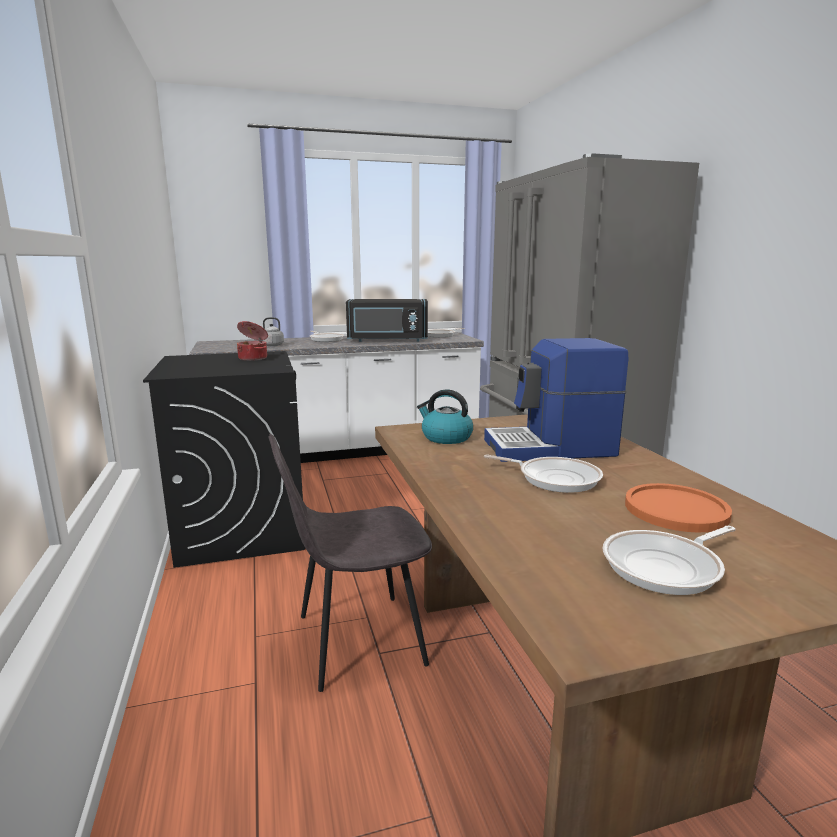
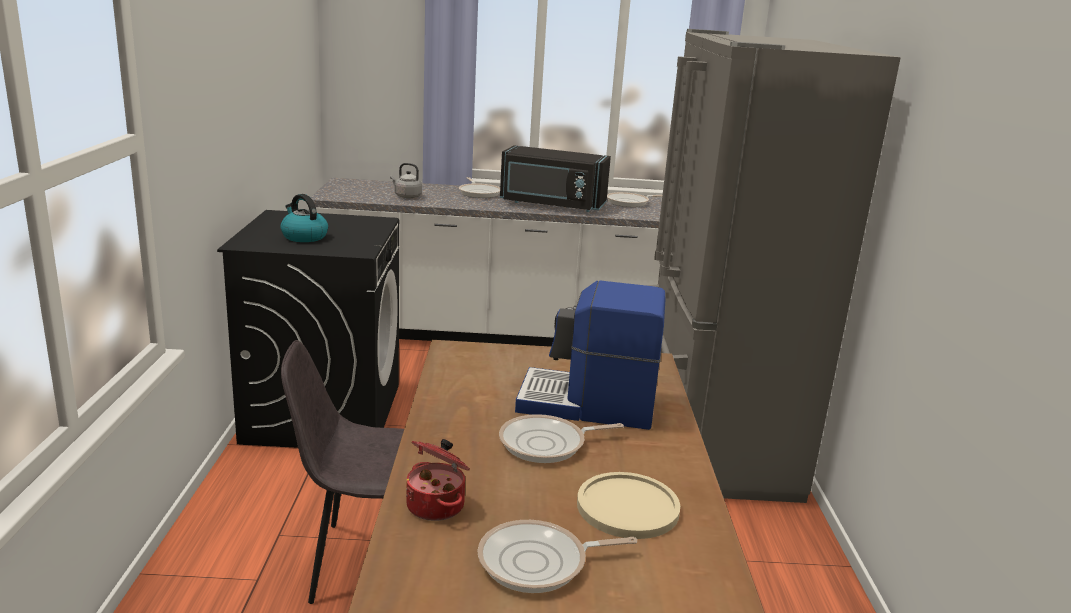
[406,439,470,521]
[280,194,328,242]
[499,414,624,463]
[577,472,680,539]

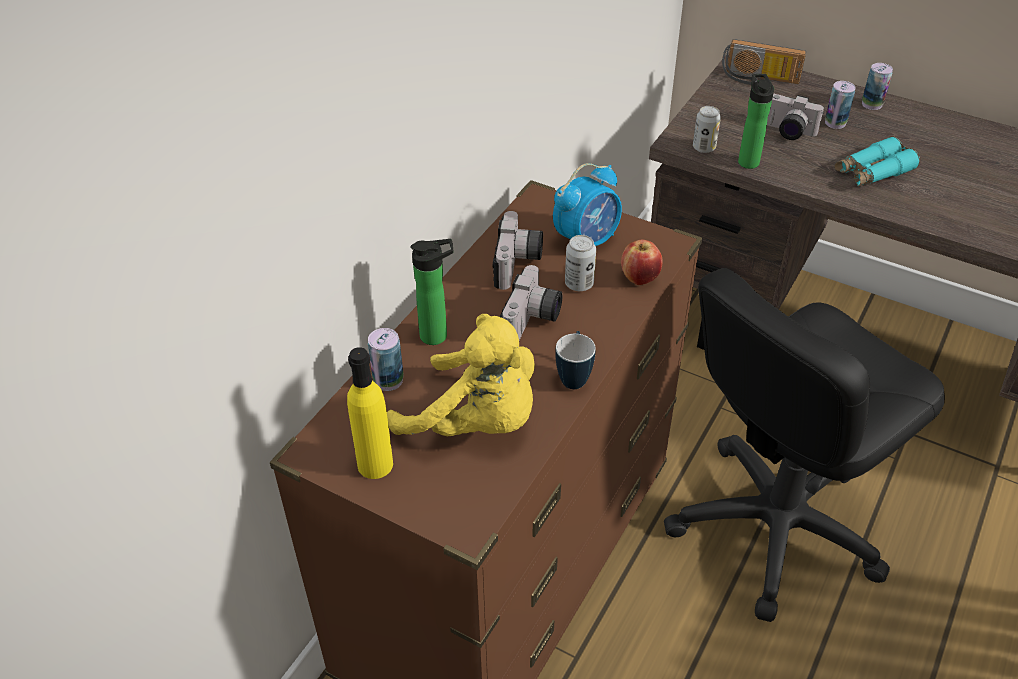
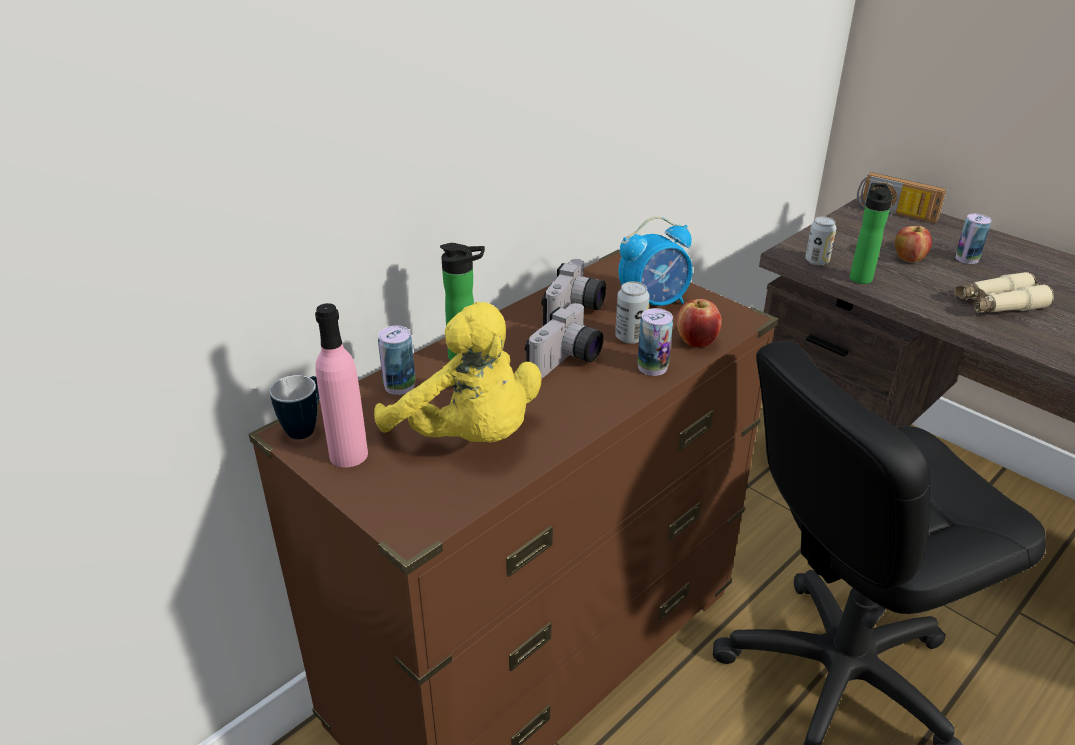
[637,308,673,376]
[895,226,932,263]
[954,272,1054,313]
[270,375,320,439]
[315,303,368,468]

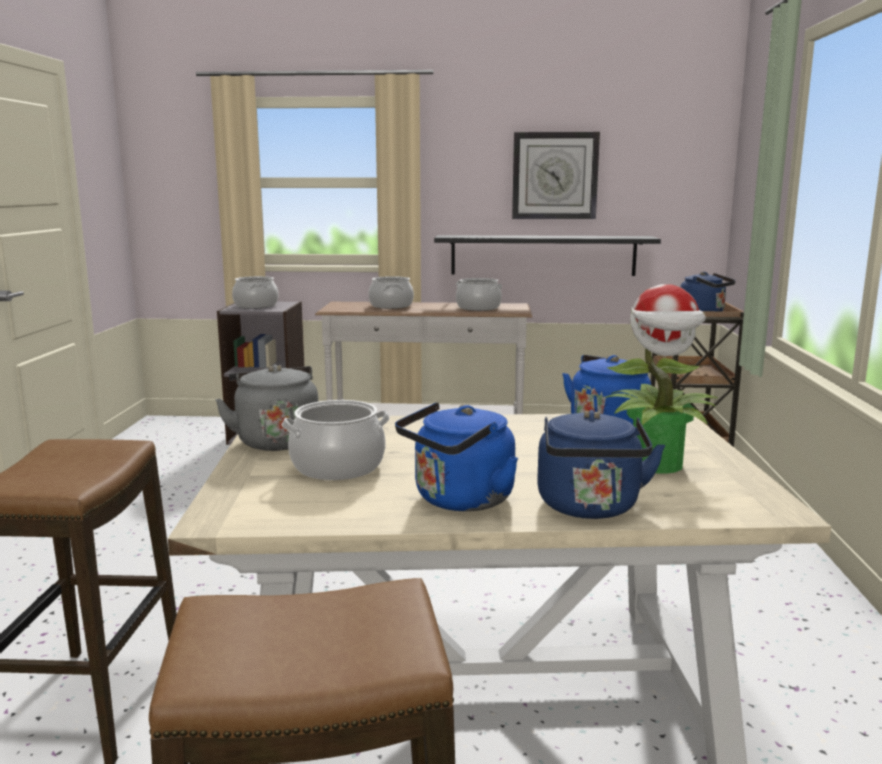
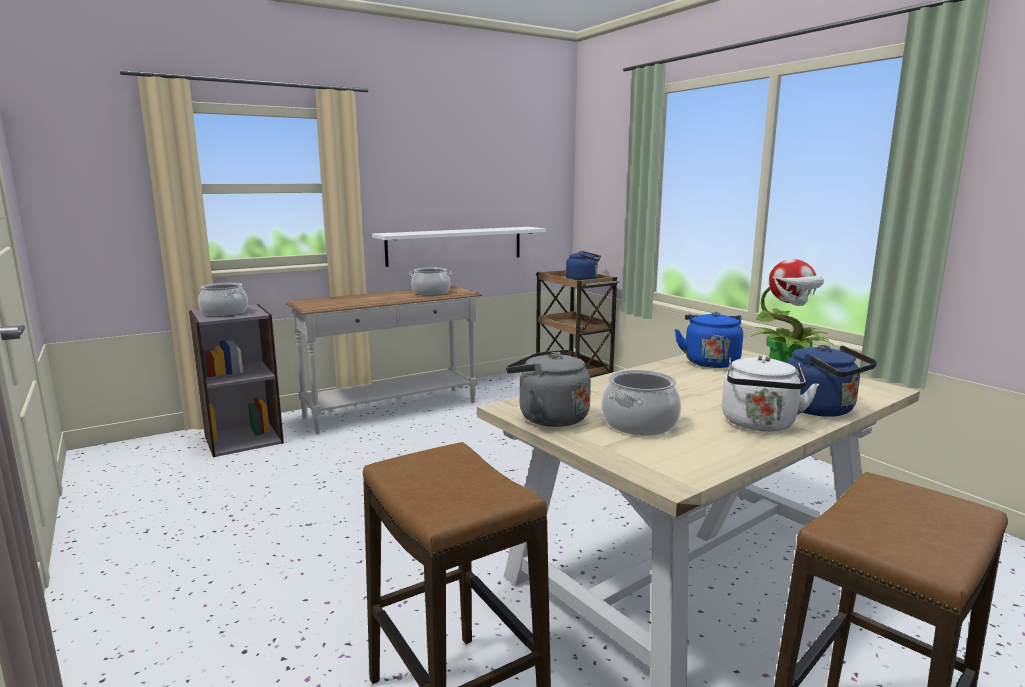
[512,132,600,219] (first image)
[372,227,546,267]
[369,276,414,309] (first image)
[722,355,819,431]

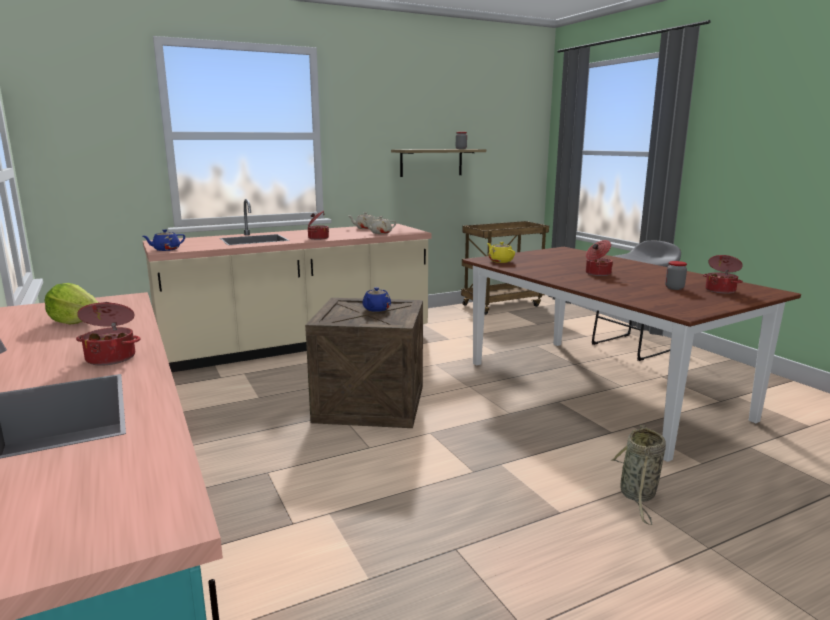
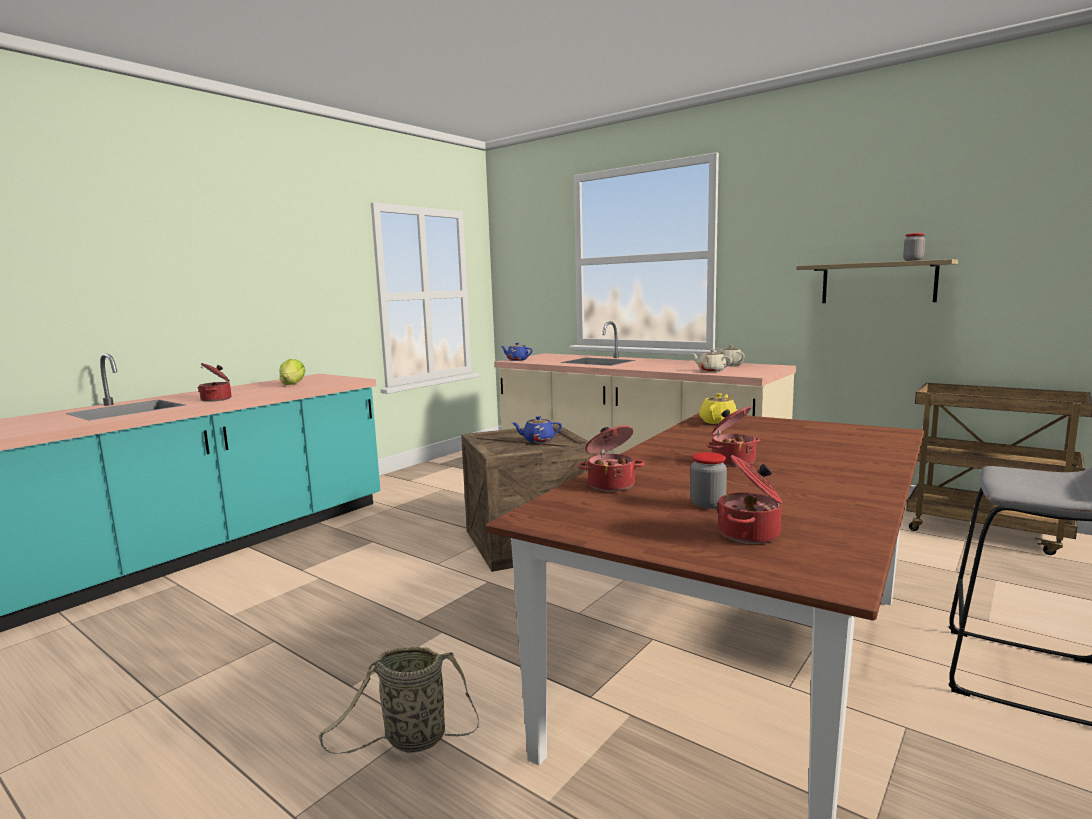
[578,425,645,491]

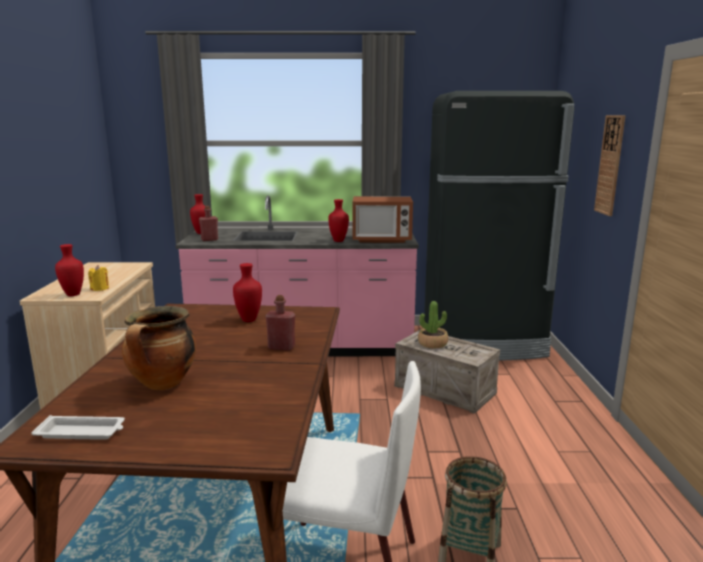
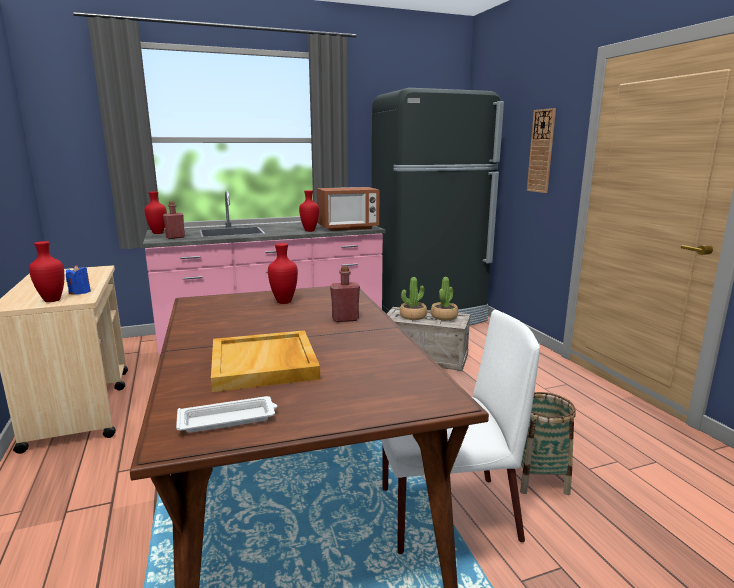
[66,265,91,295]
[211,330,320,392]
[431,277,458,320]

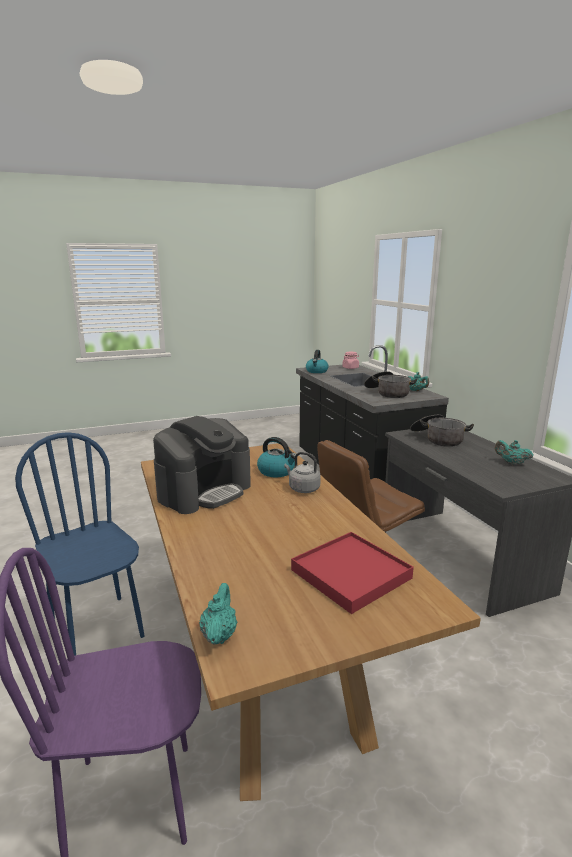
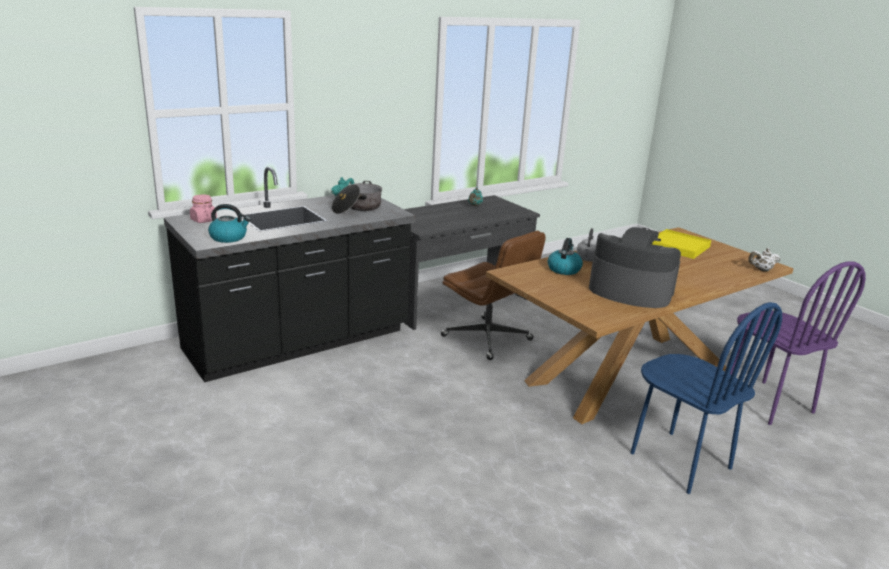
[410,415,474,447] (first image)
[630,302,782,494]
[652,229,711,259]
[748,248,781,271]

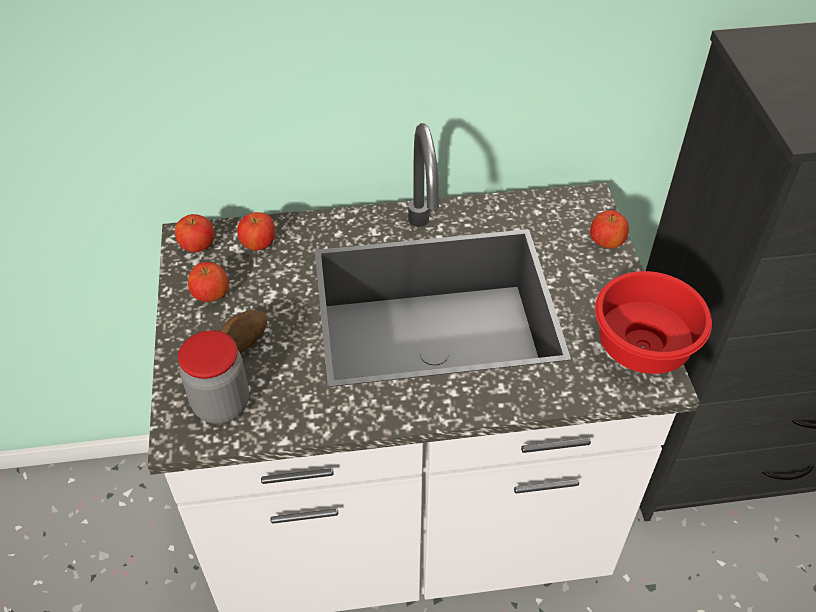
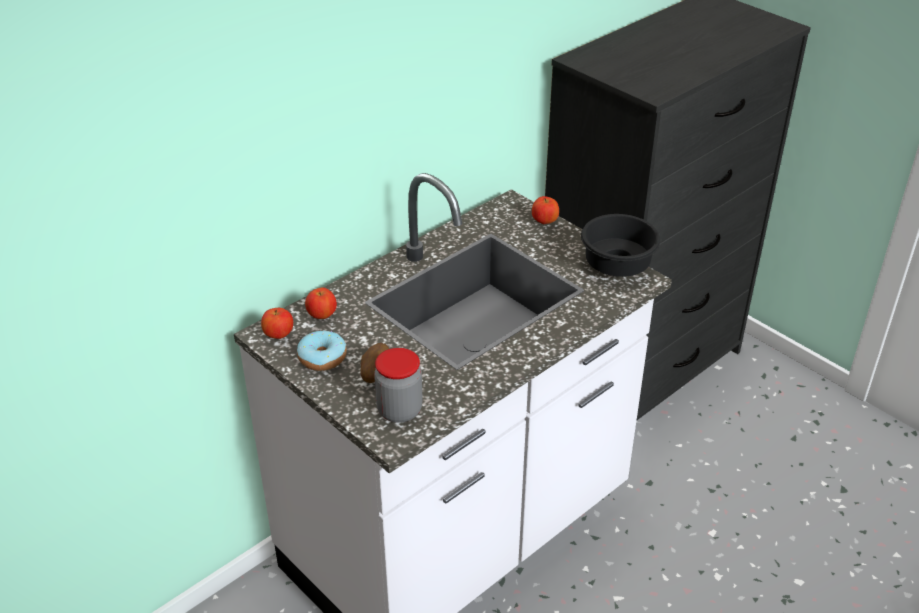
[297,331,347,371]
[581,214,660,277]

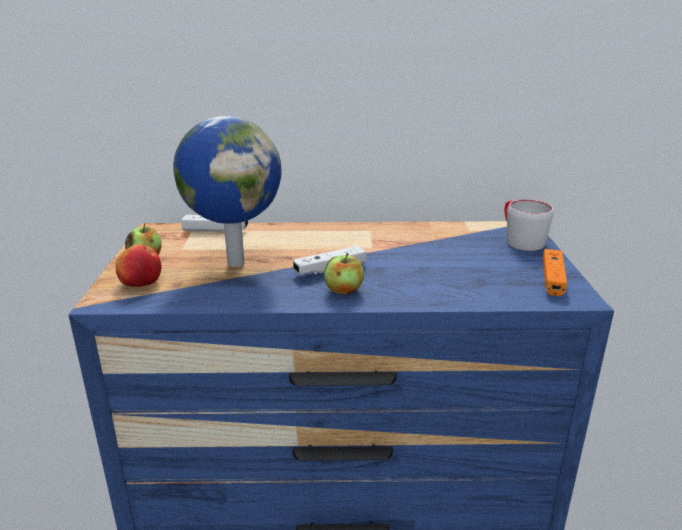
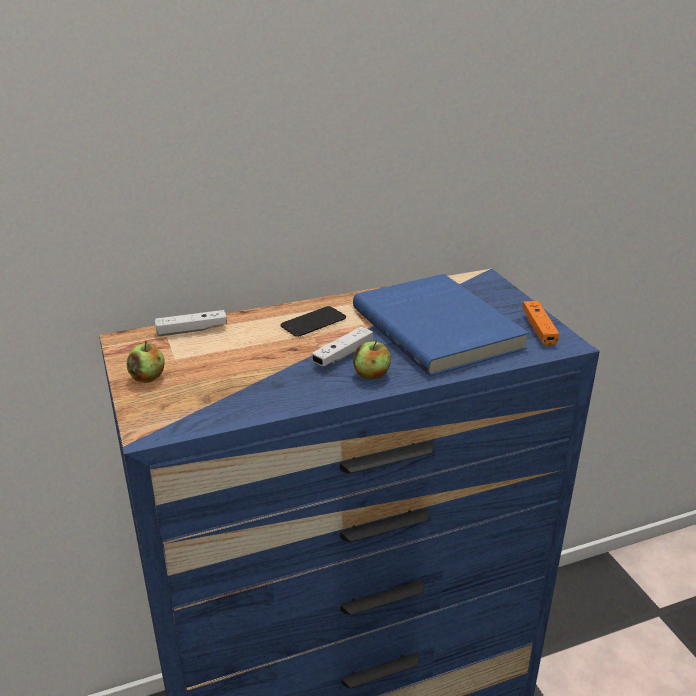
[173,116,282,267] (first image)
[504,200,554,251] (first image)
[115,244,161,287] (first image)
[353,274,529,376]
[281,306,346,337]

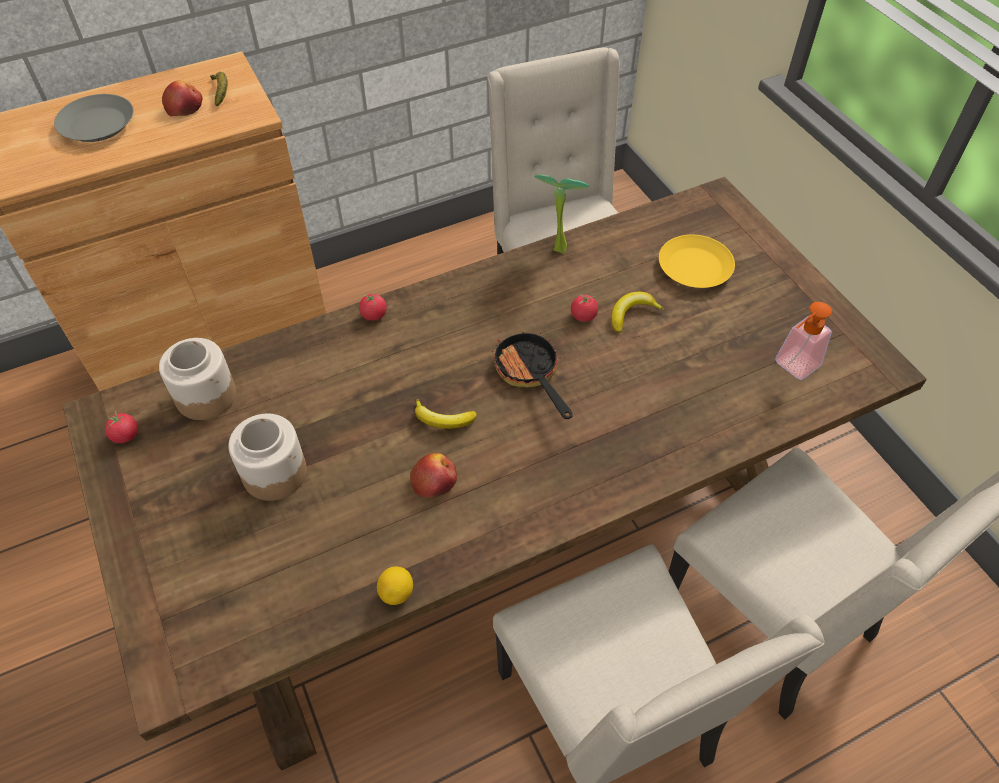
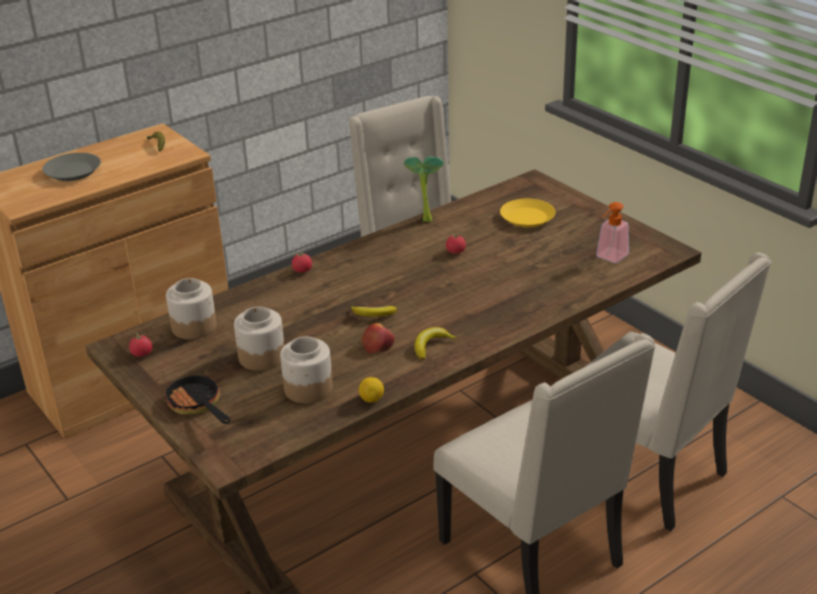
[162,80,203,116] (first image)
[415,327,457,360]
[162,373,231,424]
[280,337,333,403]

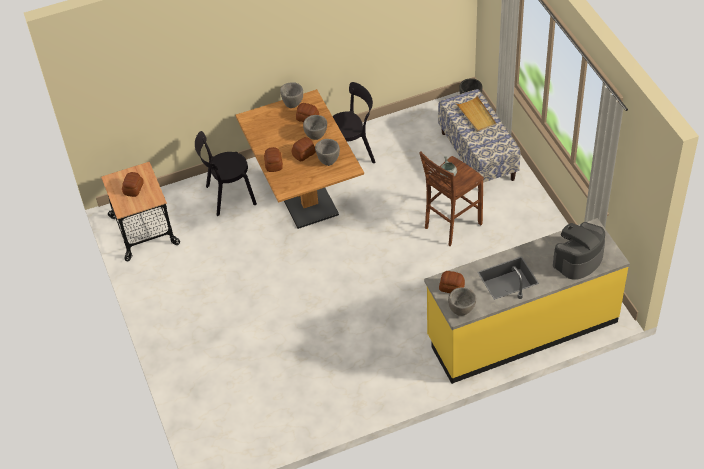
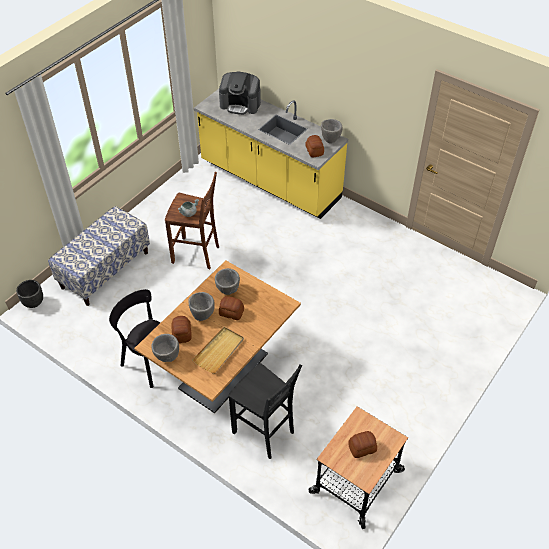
[192,327,244,374]
[228,363,302,459]
[264,147,283,172] (first image)

